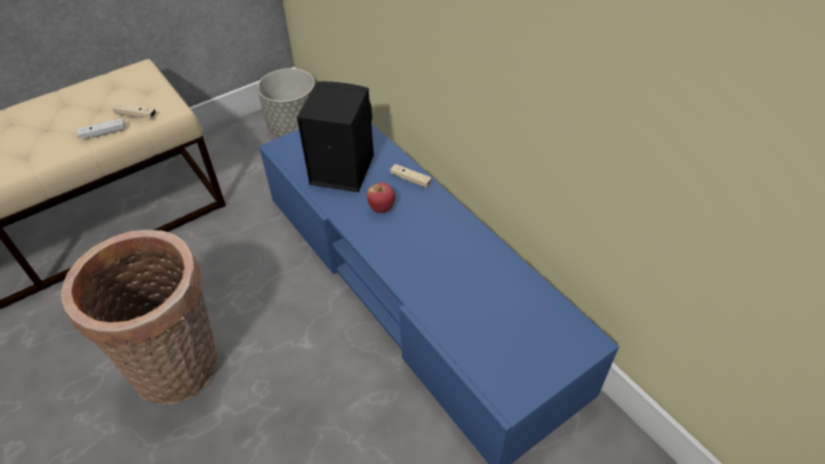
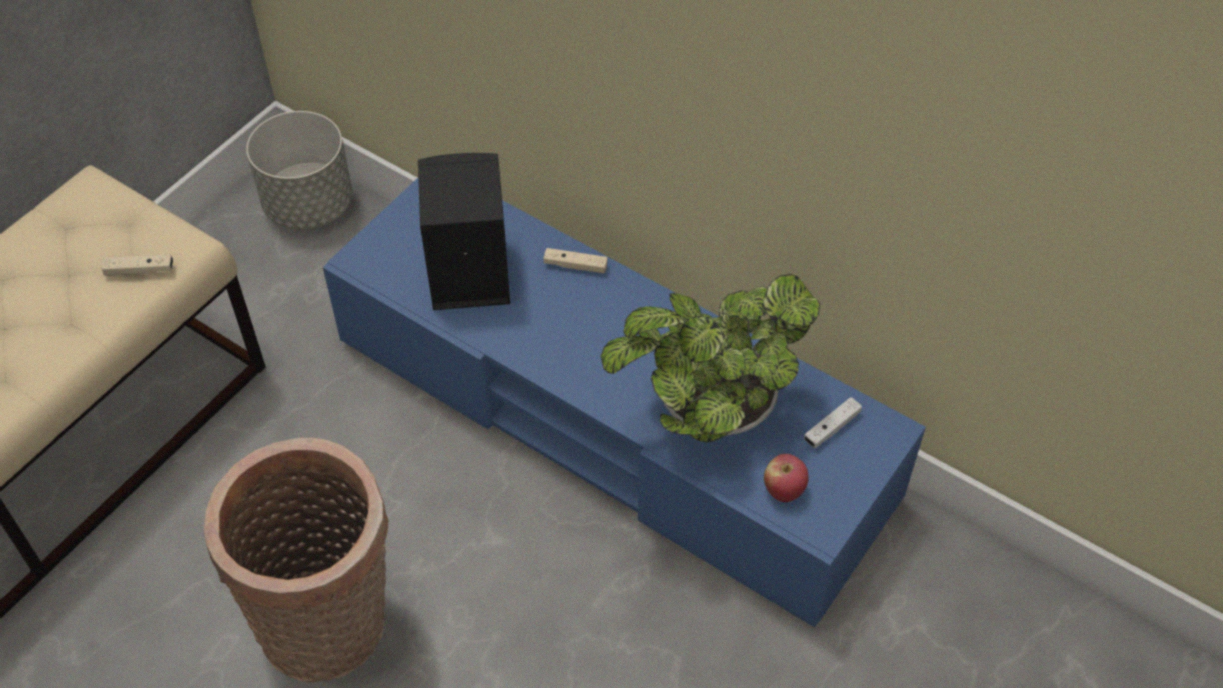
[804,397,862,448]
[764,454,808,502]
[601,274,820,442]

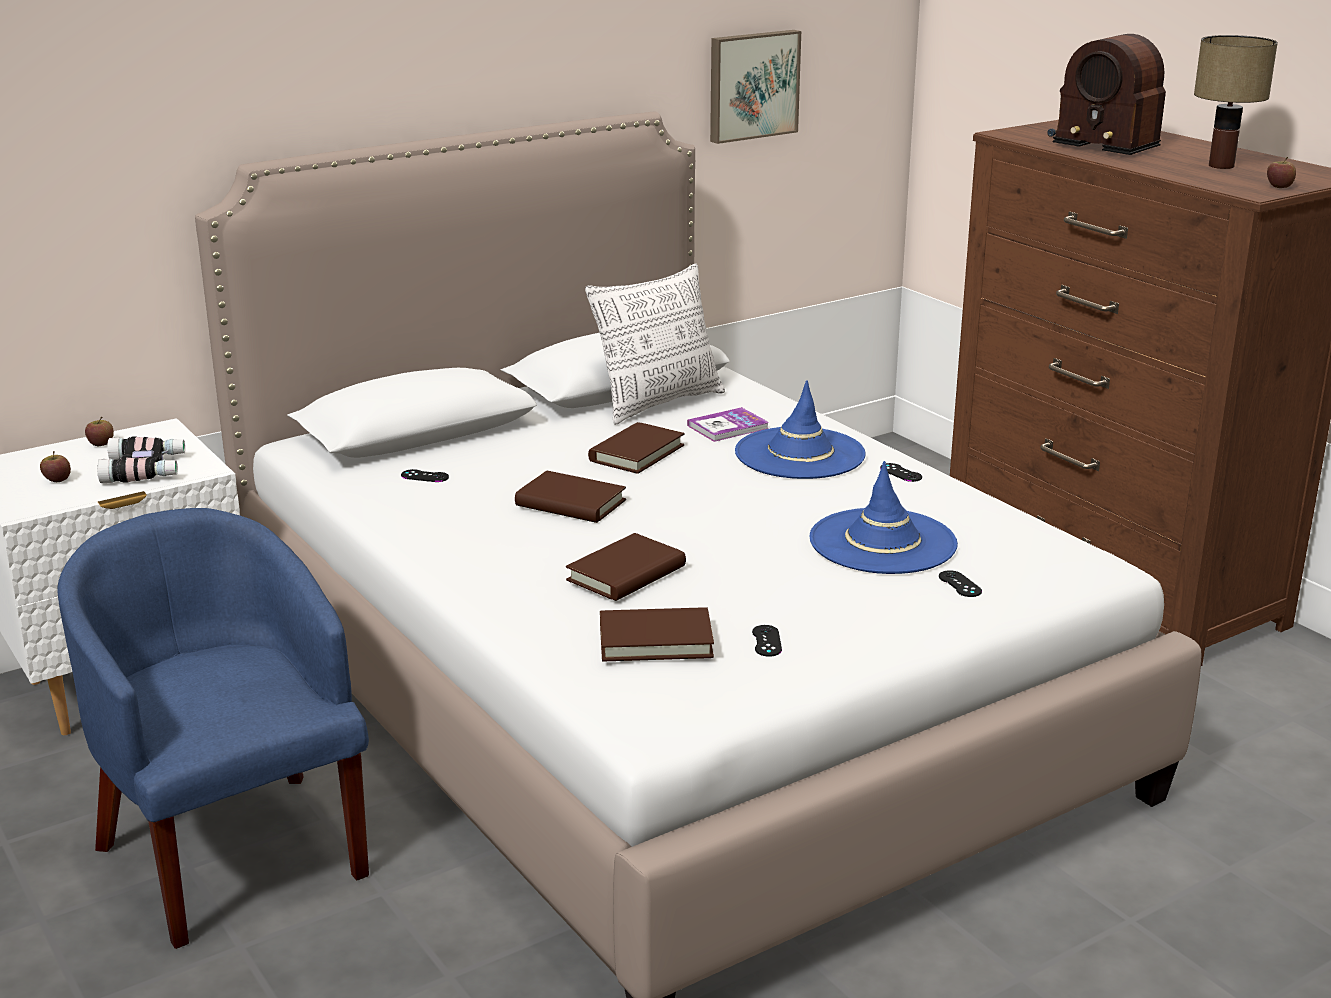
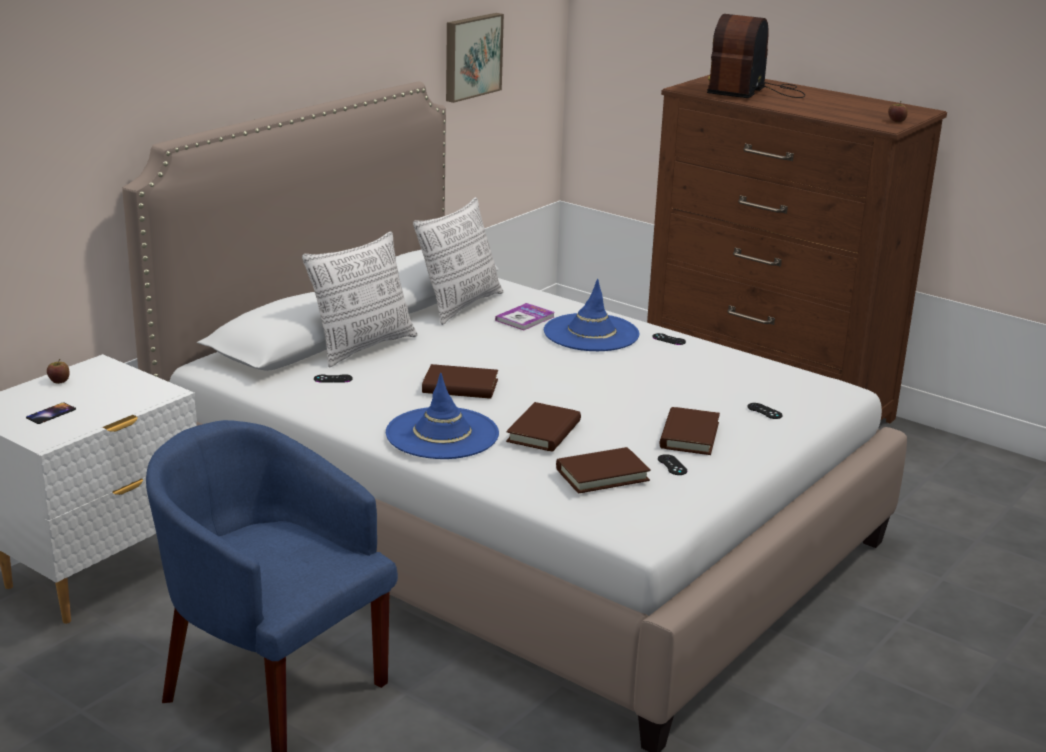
[707,14,805,98]
[1194,35,1278,169] (first image)
[660,407,720,455]
[97,436,185,483] (first image)
[26,402,76,424]
[386,373,499,459]
[302,231,417,367]

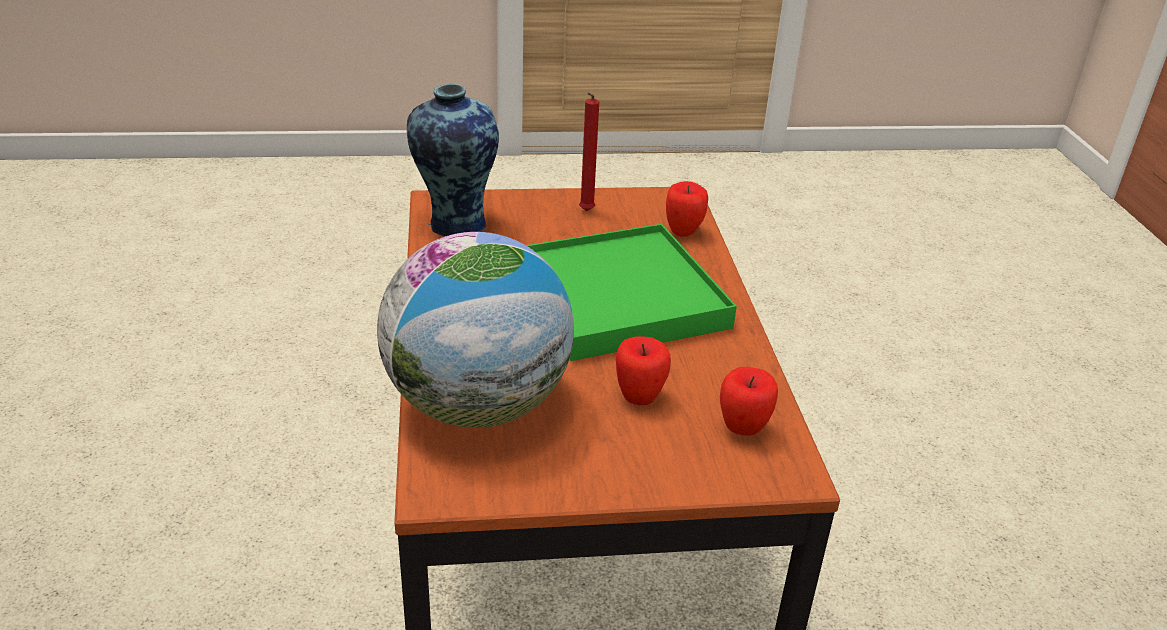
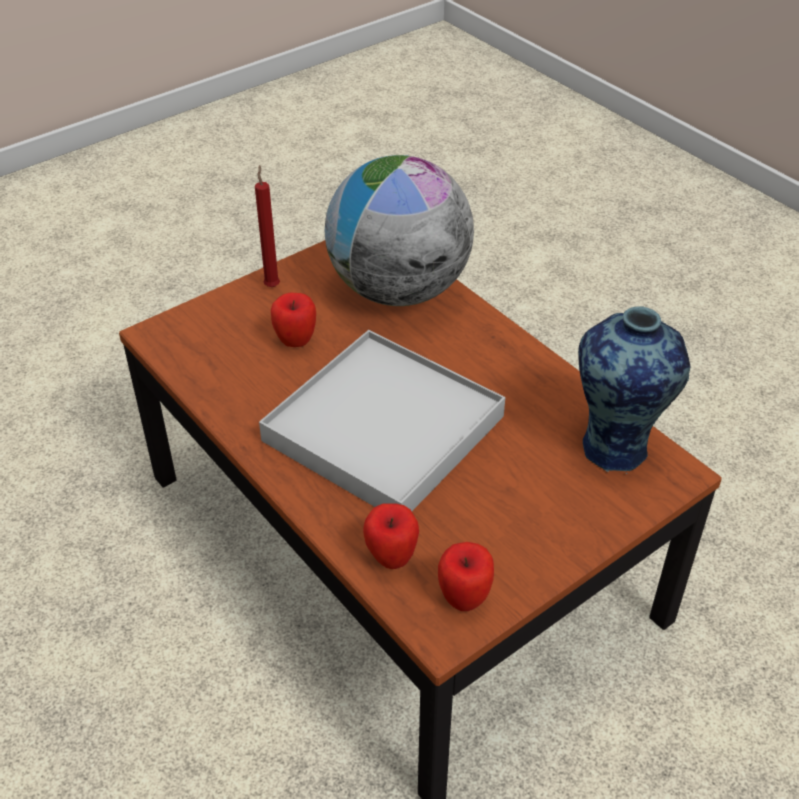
[255,165,280,287]
[259,330,506,511]
[438,542,494,611]

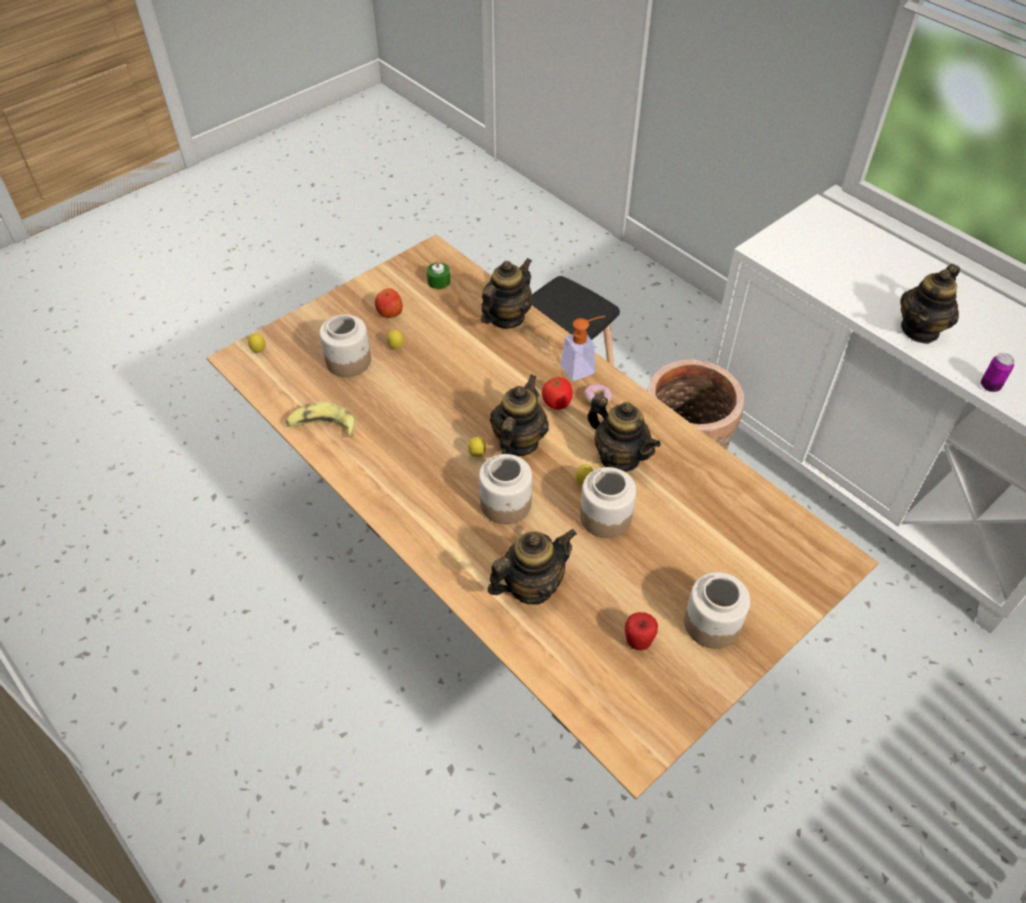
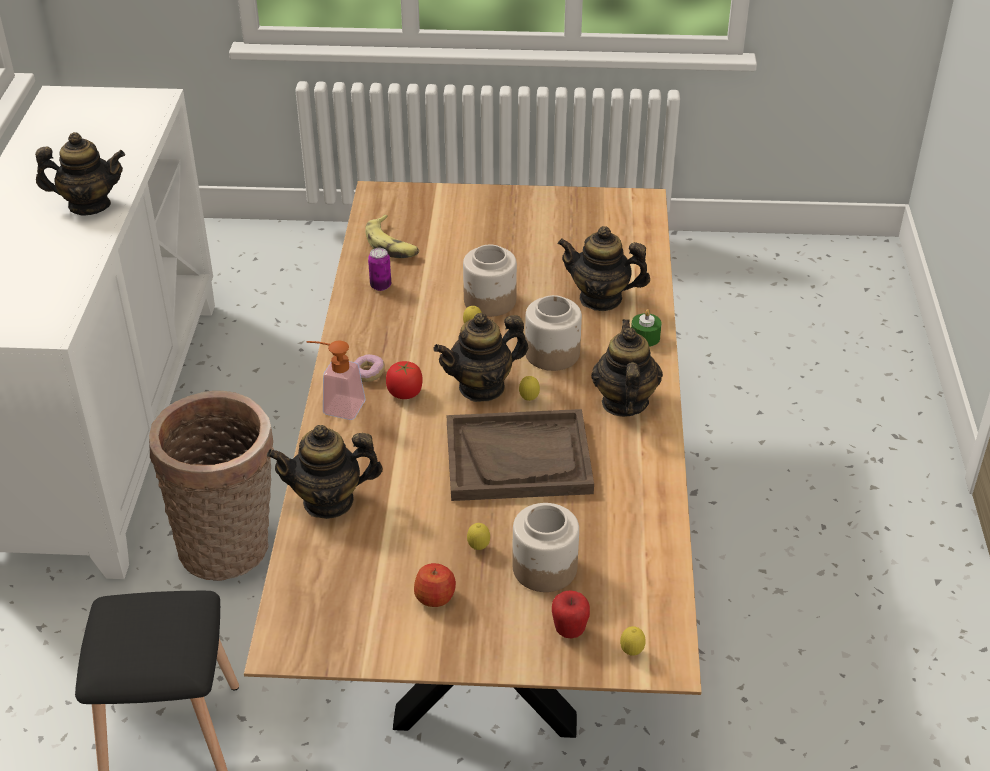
[631,309,661,347]
[368,248,391,291]
[591,319,663,417]
[365,215,419,258]
[684,572,750,649] (first image)
[552,590,590,638]
[447,409,594,501]

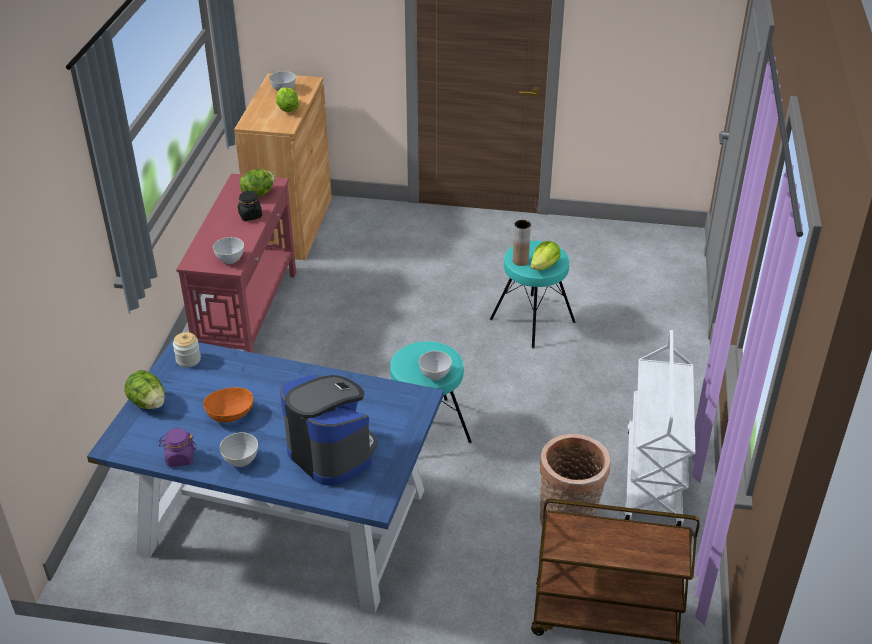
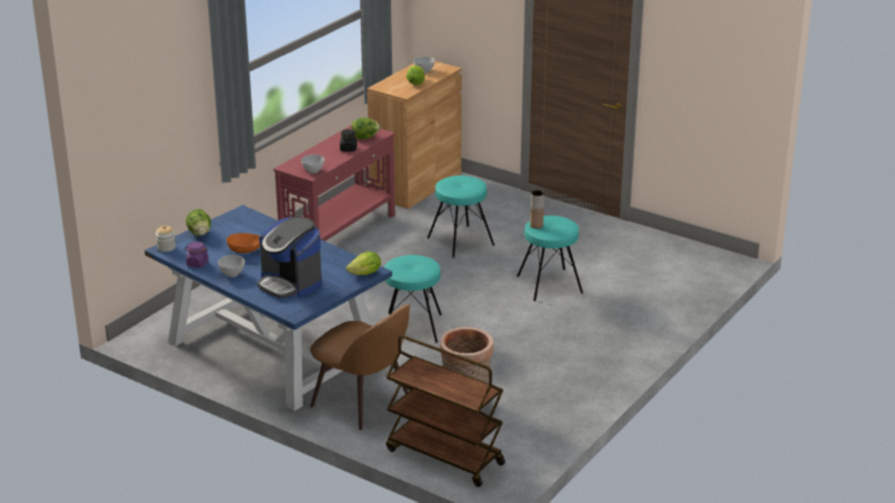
[346,252,381,275]
[624,330,695,526] (first image)
[156,225,176,252]
[419,351,452,380] (first image)
[257,217,322,299]
[427,176,495,258]
[310,304,411,430]

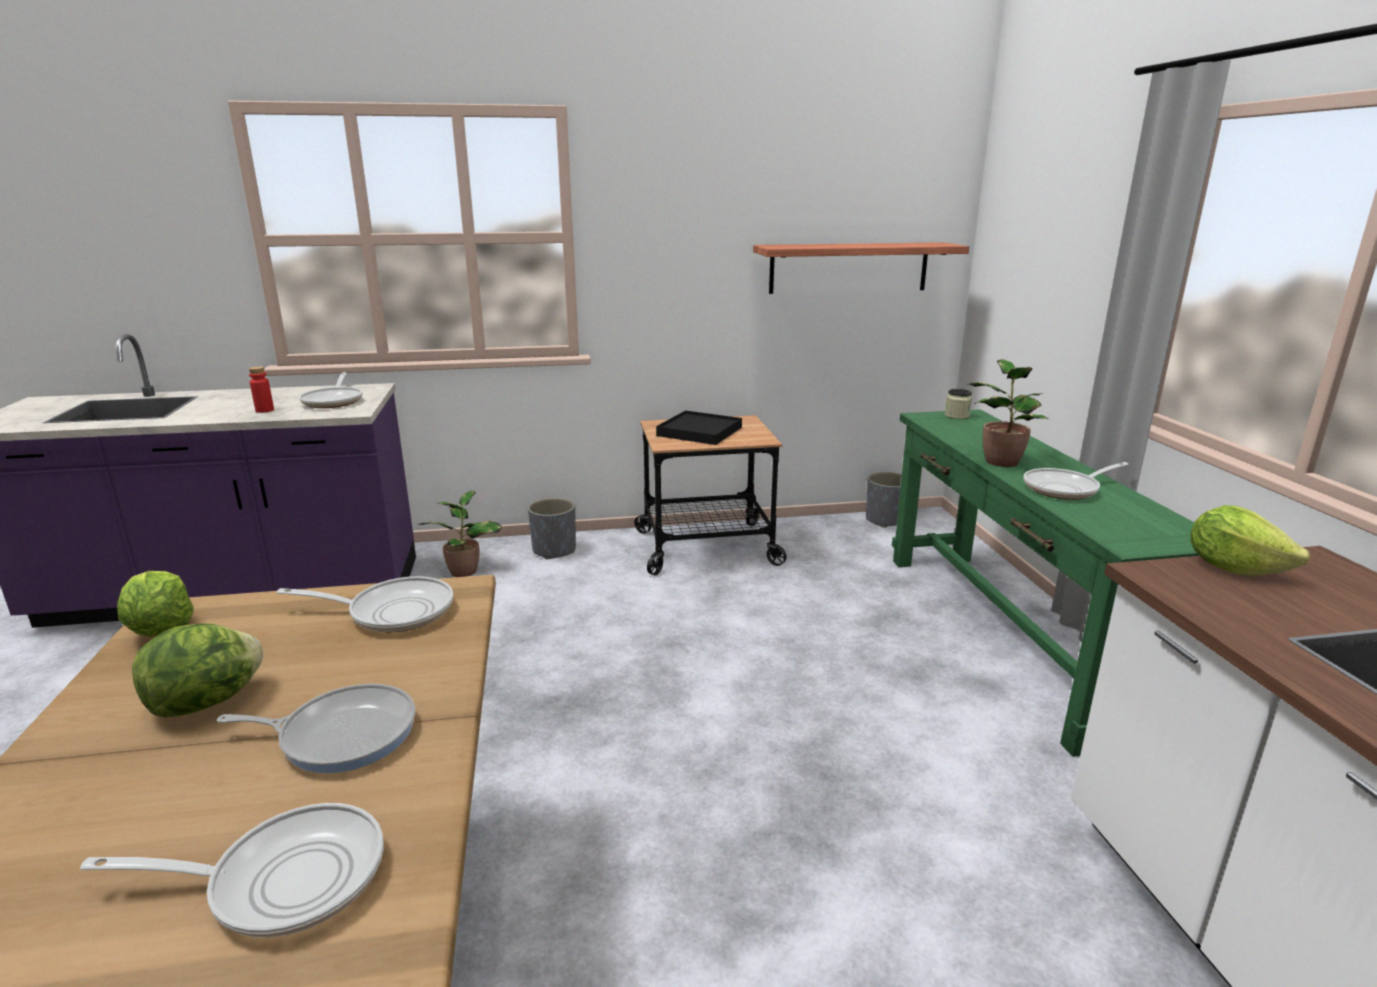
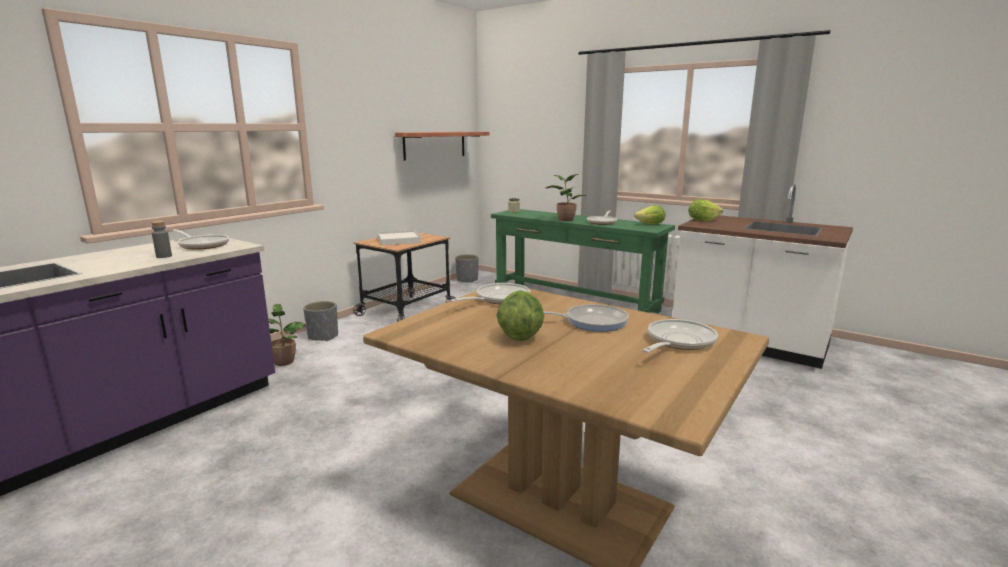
[151,221,172,258]
[377,230,422,246]
[634,206,665,224]
[543,304,629,332]

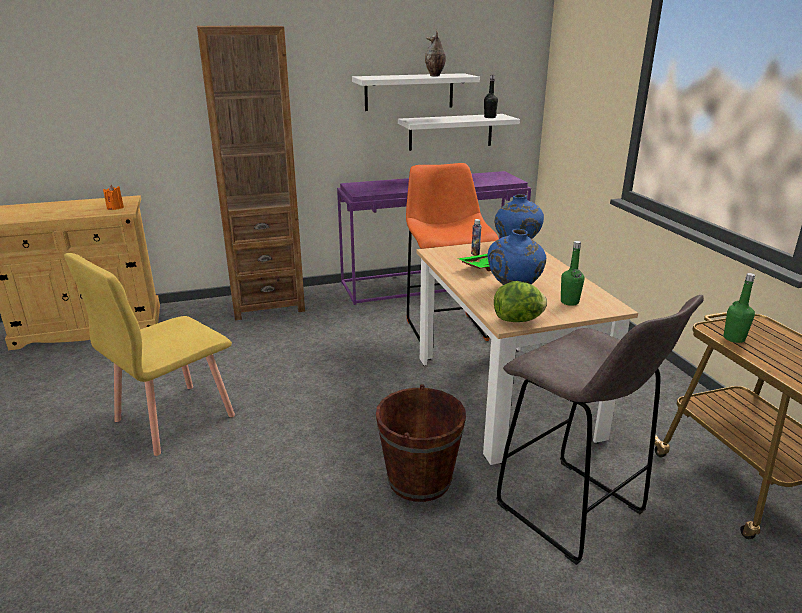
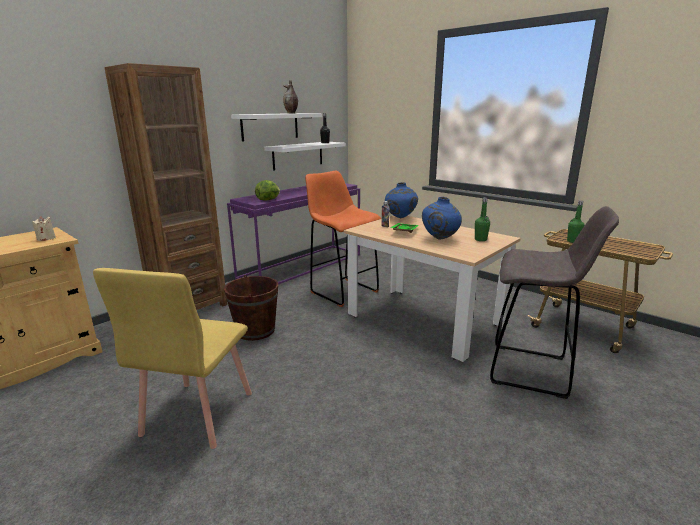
[32,216,56,241]
[255,180,280,200]
[224,275,278,341]

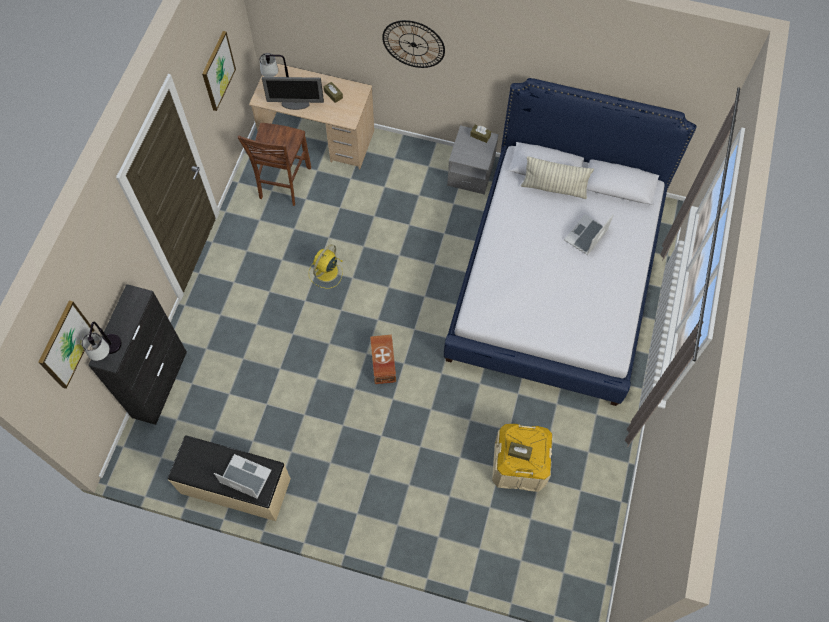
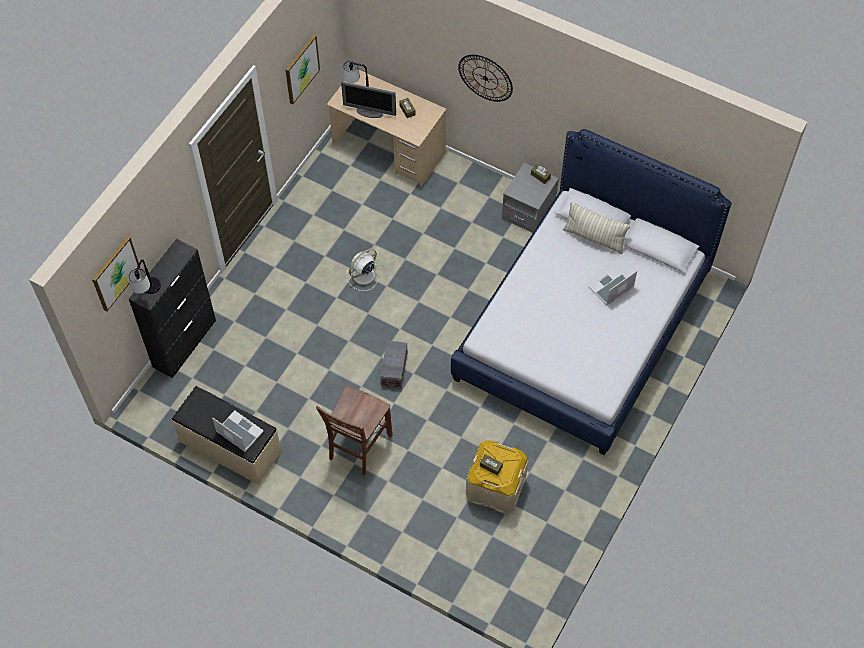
[316,386,393,476]
[346,249,382,291]
[380,340,407,389]

